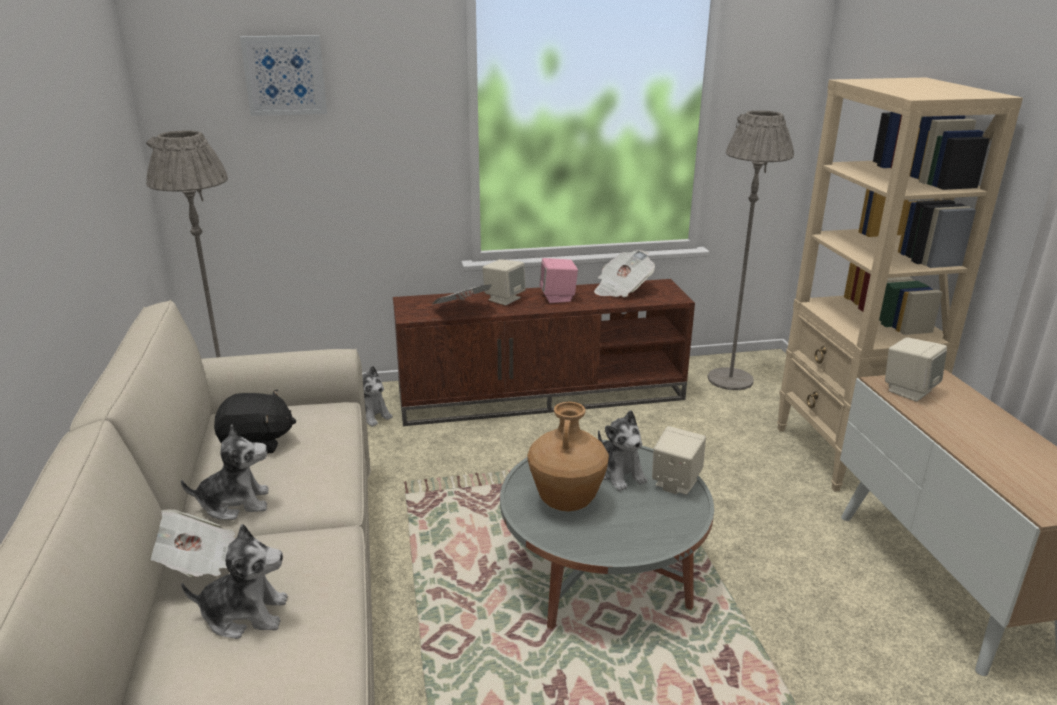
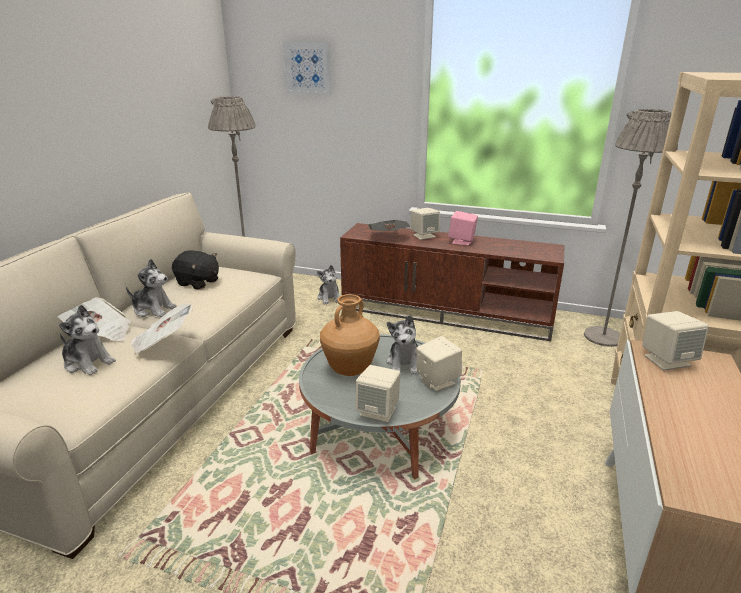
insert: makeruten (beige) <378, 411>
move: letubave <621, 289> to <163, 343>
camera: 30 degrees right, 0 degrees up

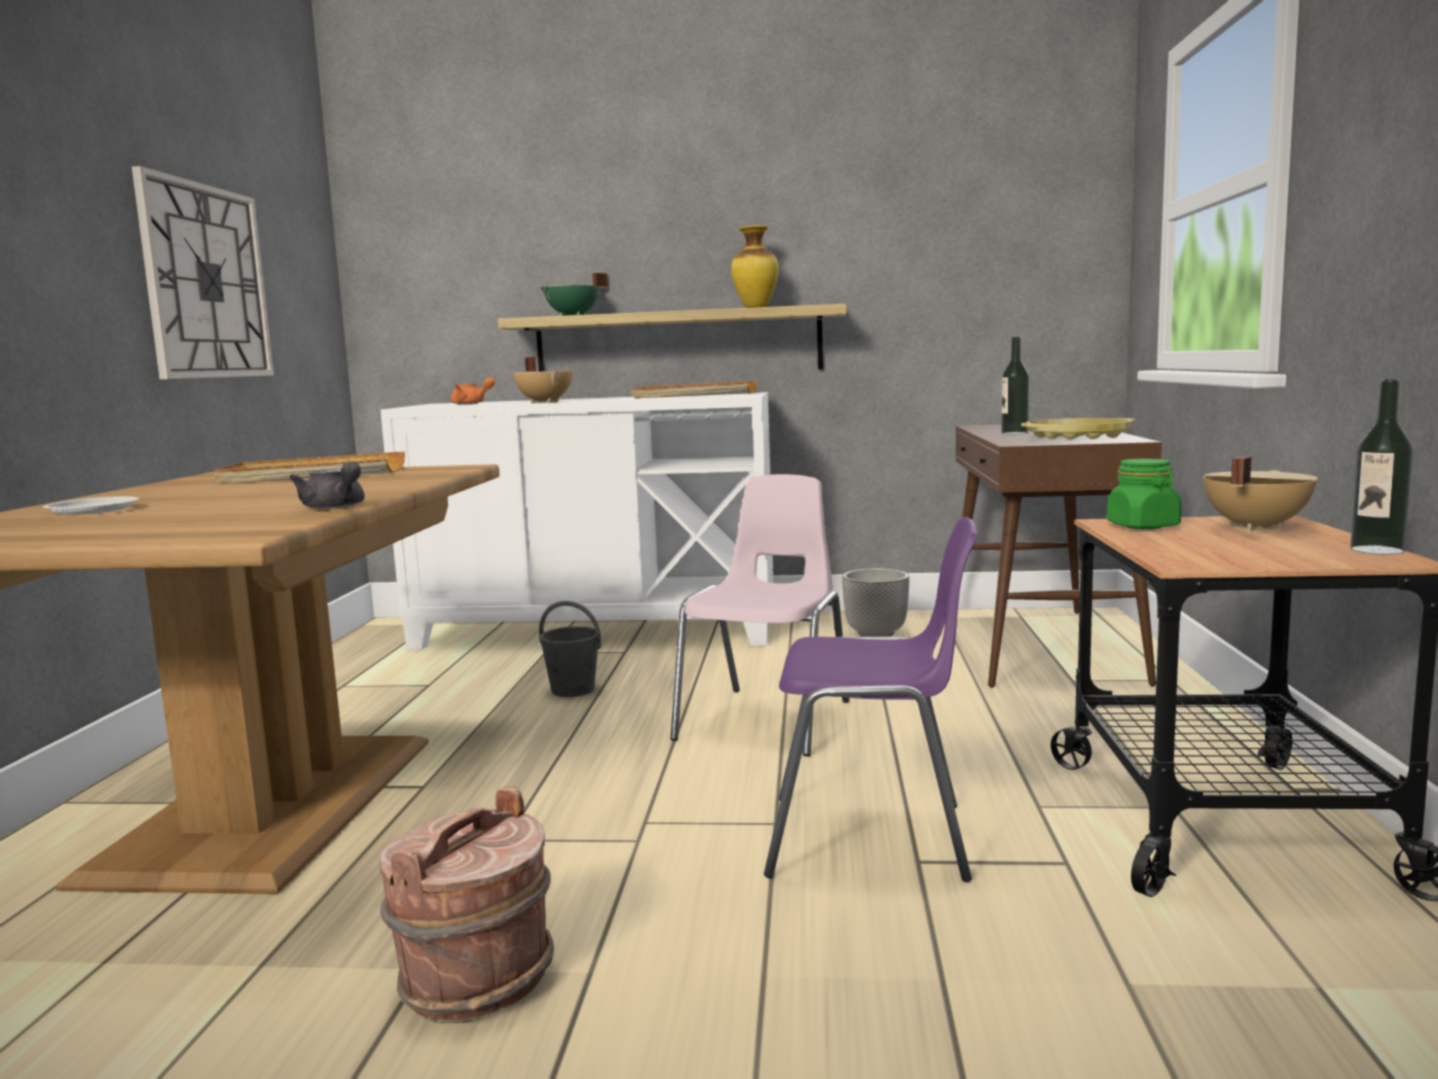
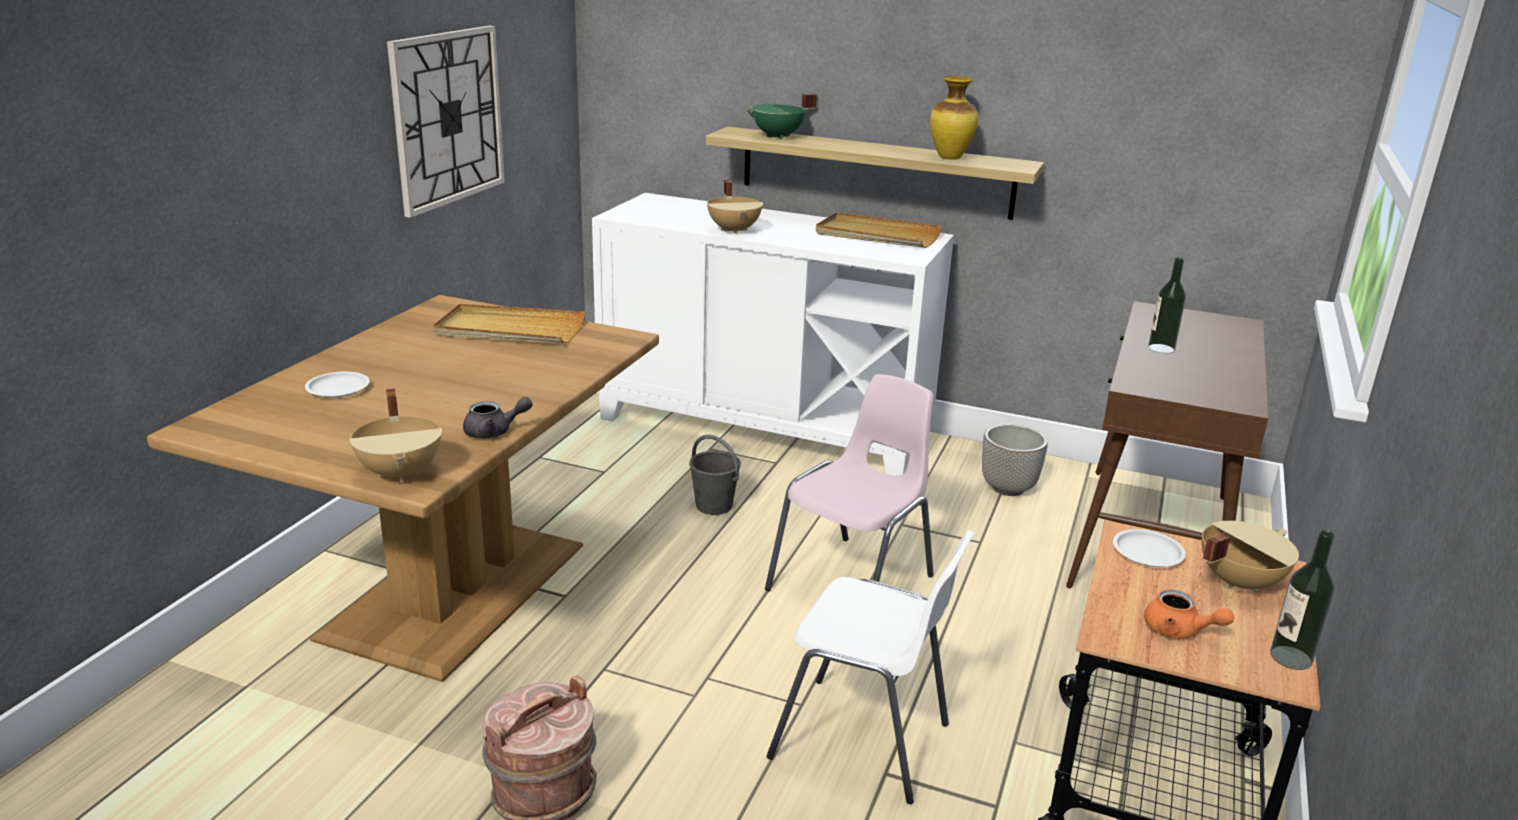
delete: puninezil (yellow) <1078, 436>
insert: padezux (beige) <402, 472>
move: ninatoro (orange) <472, 403> to <1179, 631>
replace: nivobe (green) <1143, 526> to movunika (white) <1147, 552>
recolor: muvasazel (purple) <873, 839> to muvasazel (white) <864, 742>
rotate: ninatoro (grey) <336, 507> = <494, 432> 75 degrees counterclockwise
camera: 15 degrees right, 15 degrees up

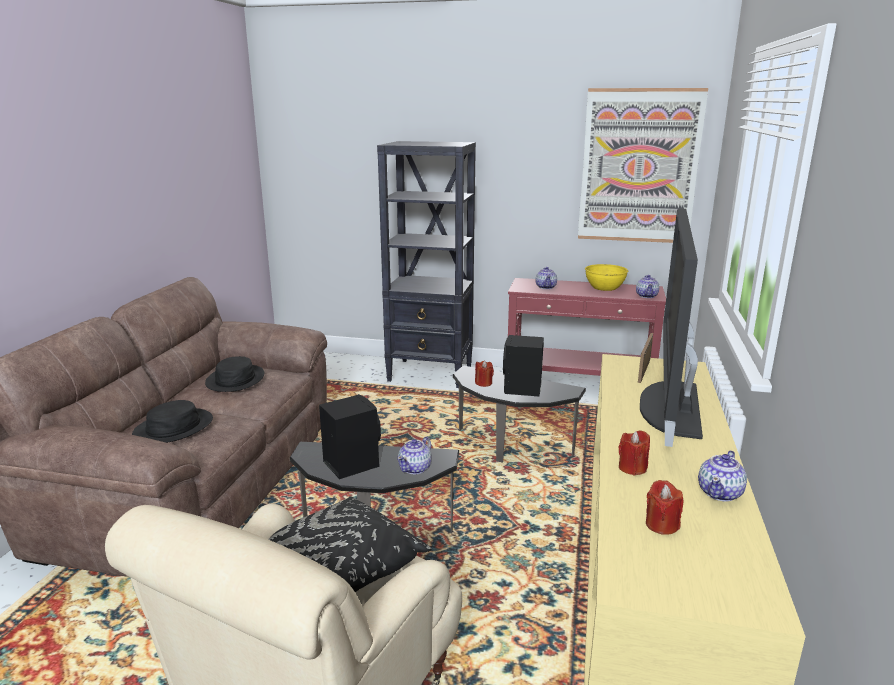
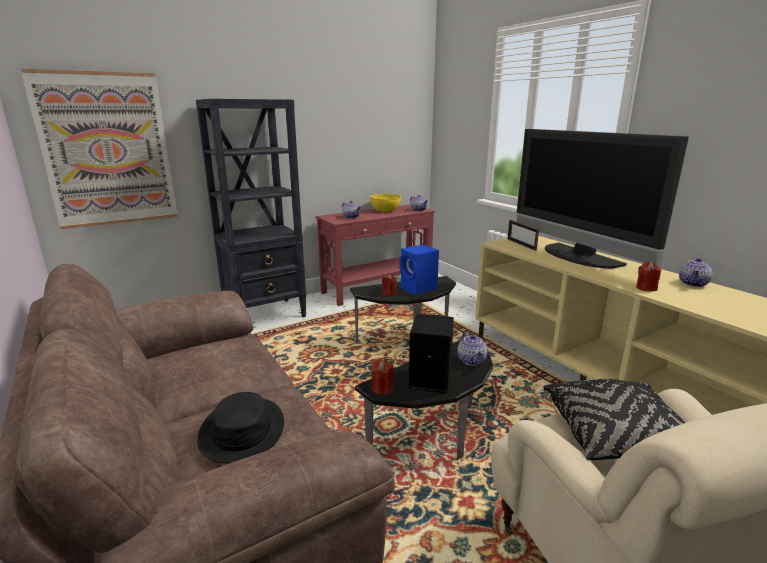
delete: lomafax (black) <235, 379>
move: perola <639, 167> to <107, 150>; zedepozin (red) <661, 525> to <382, 388>
recolor: makeruten (black) <522, 389> to makeruten (blue) <419, 289>
rotate: ninatoro <720, 493> = <693, 283> 45 degrees clockwise
camera: 45 degrees left, 0 degrees up

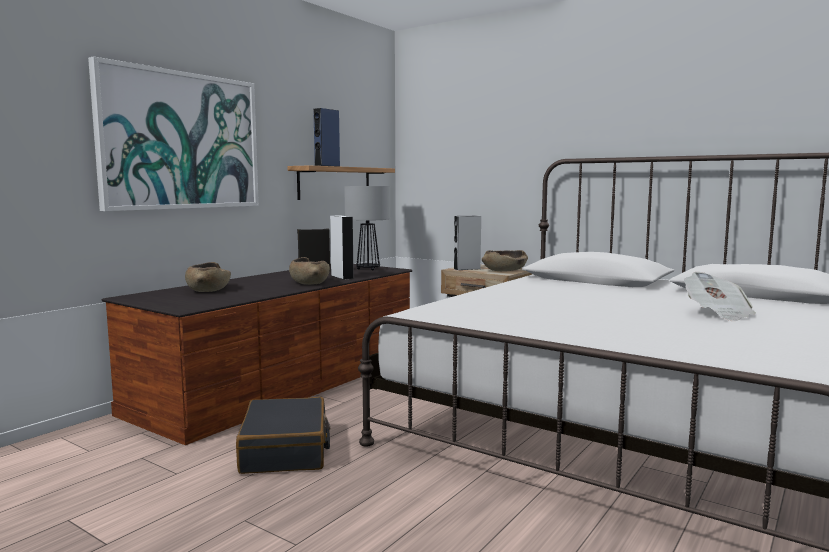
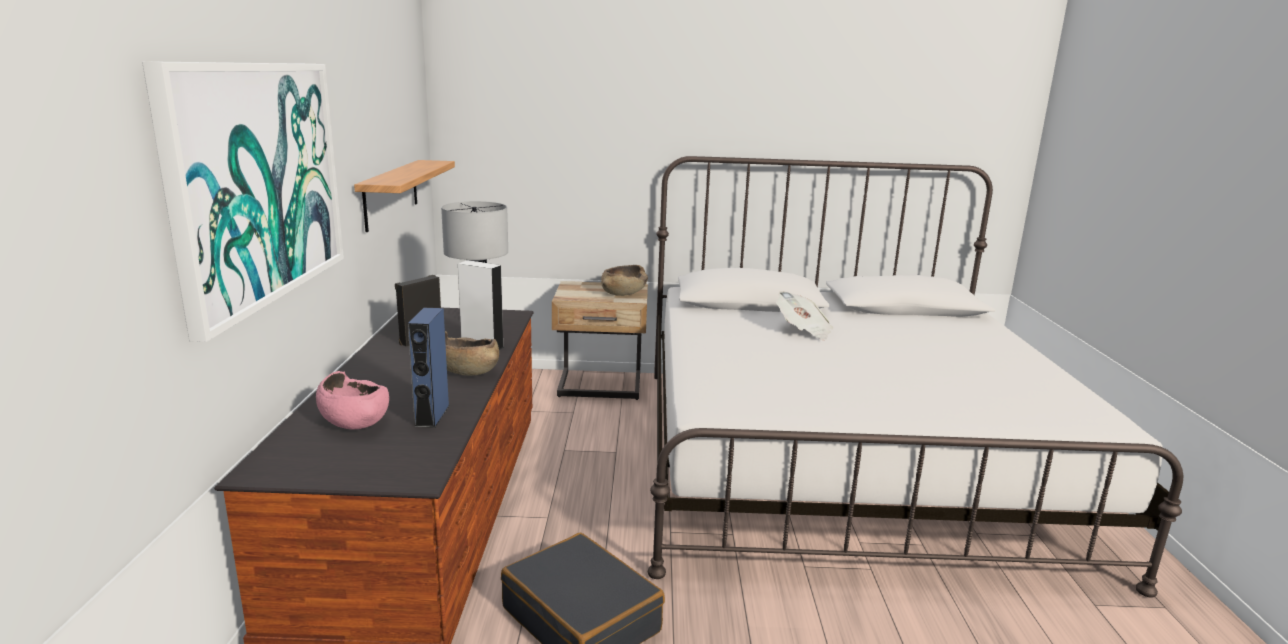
delete: makeruten (grey) <467, 269>
move: makeruten (blue) <327, 166> to <432, 415>; letubave <717, 314> to <803, 331>
recolor: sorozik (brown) <208, 289> to sorozik (pink) <354, 419>
camera: 35 degrees left, 10 degrees up

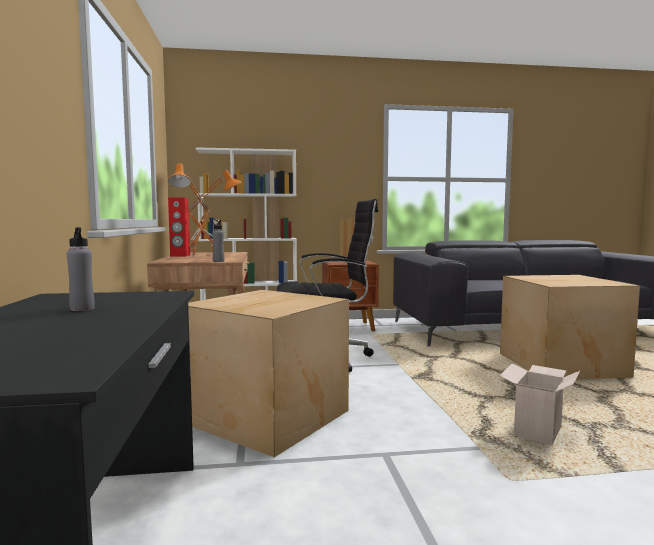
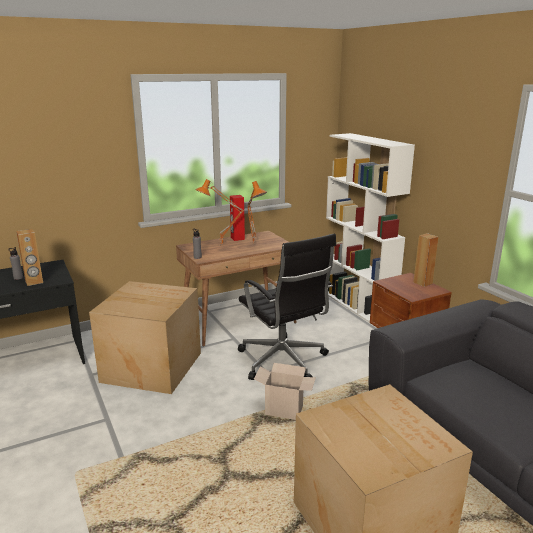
insert: makeruten (brown) <34, 282>
move: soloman <536, 431> to <285, 410>
camera: 70 degrees right, 15 degrees up

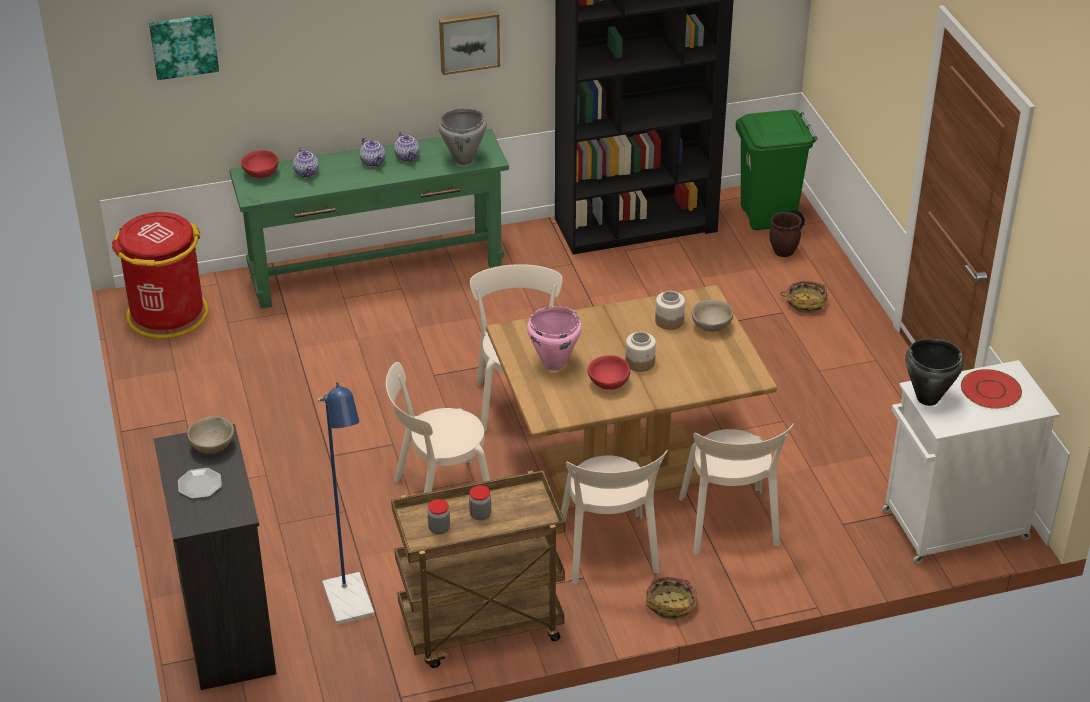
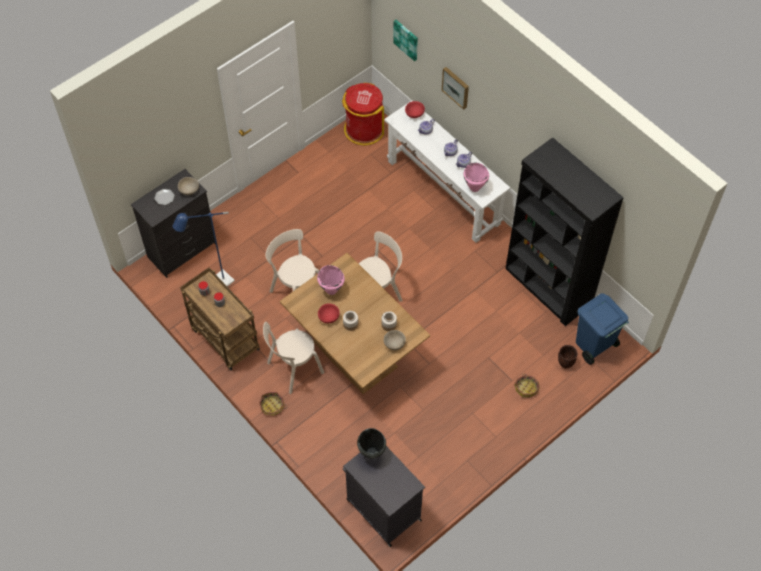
delete: muvasazel (beige) <729, 525>; movunika (red) <991, 391>
move: perola <469, 41> to <456, 87>
recolor: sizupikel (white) <952, 526> to sizupikel (black) <382, 509>; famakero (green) <376, 270> to famakero (white) <443, 192>; padezux (grey) <464, 160> to padezux (pink) <474, 188>; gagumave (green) <769, 217> to gagumave (blue) <593, 346>
camera: 65 degrees right, 20 degrees up

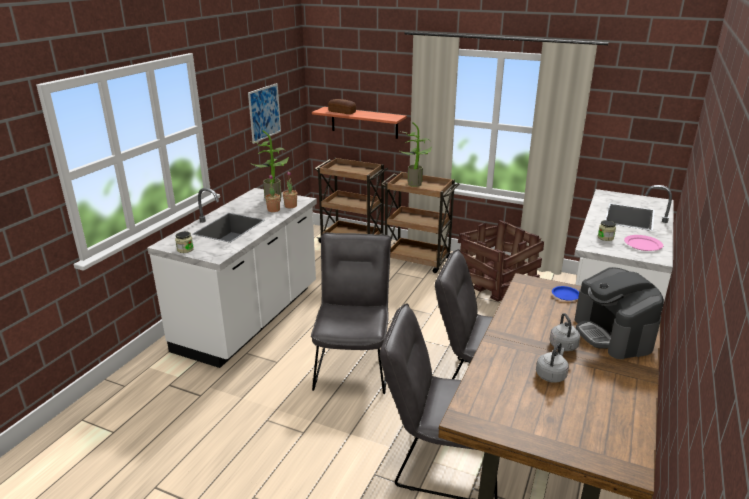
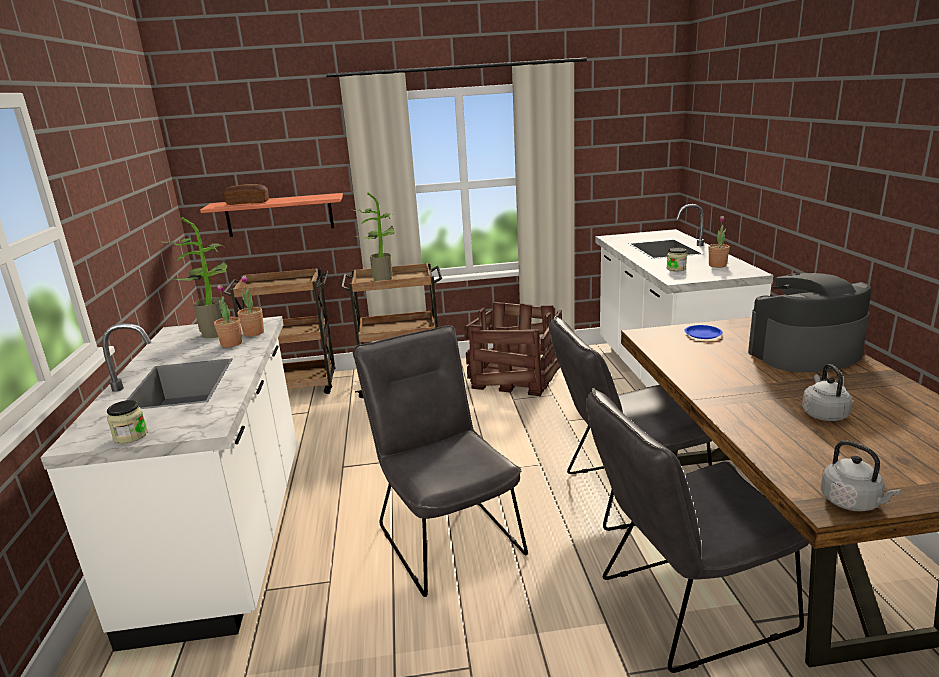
delete: perola <264, 112>
move: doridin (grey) <564, 347> to <852, 502>
replace: movunika (pink) <643, 244> to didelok <717, 265>
rotate: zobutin <613, 334> = <804, 354> 120 degrees clockwise
camera: 30 degrees left, 5 degrees down

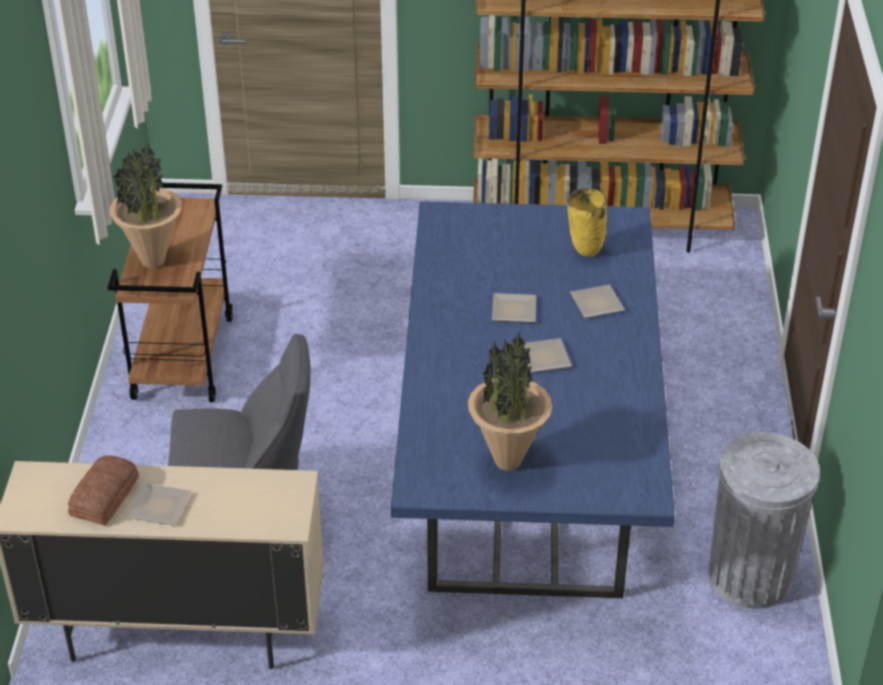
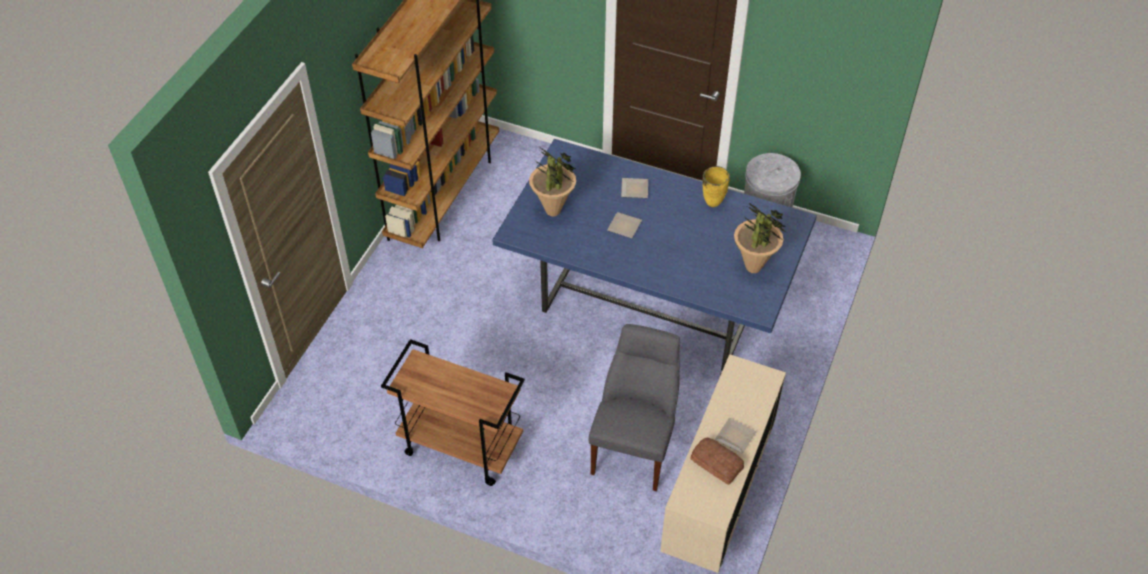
delete: movunika <543, 359>
move: didelok <153, 261> to <553, 211>; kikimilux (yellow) <584, 251> to <712, 204>
camera: 70 degrees left, 10 degrees up

